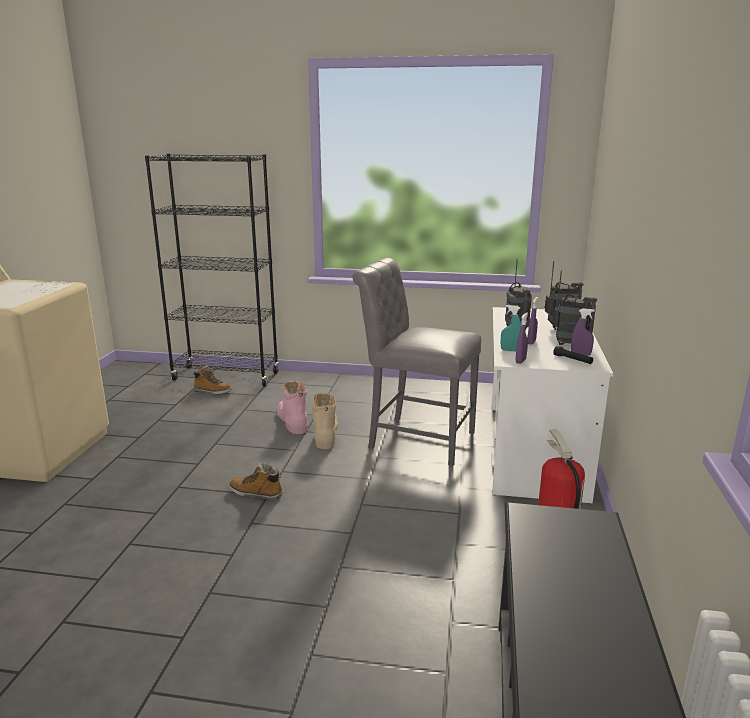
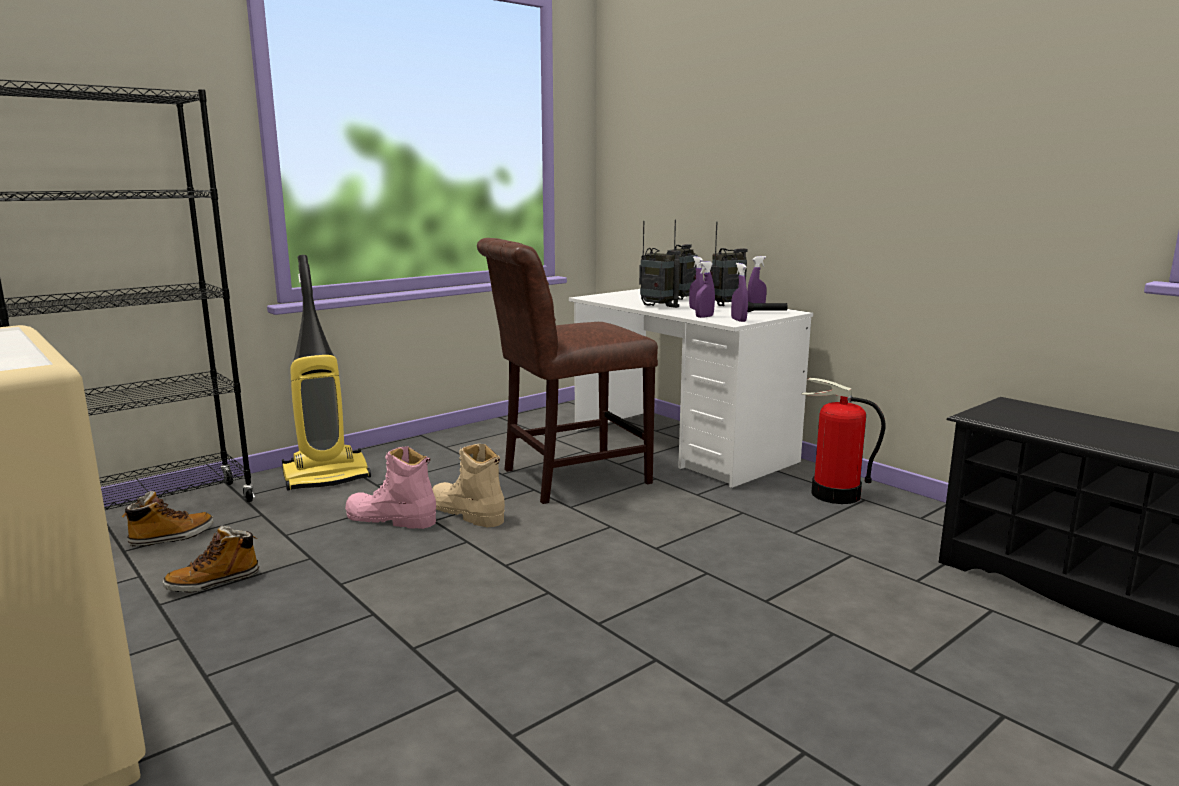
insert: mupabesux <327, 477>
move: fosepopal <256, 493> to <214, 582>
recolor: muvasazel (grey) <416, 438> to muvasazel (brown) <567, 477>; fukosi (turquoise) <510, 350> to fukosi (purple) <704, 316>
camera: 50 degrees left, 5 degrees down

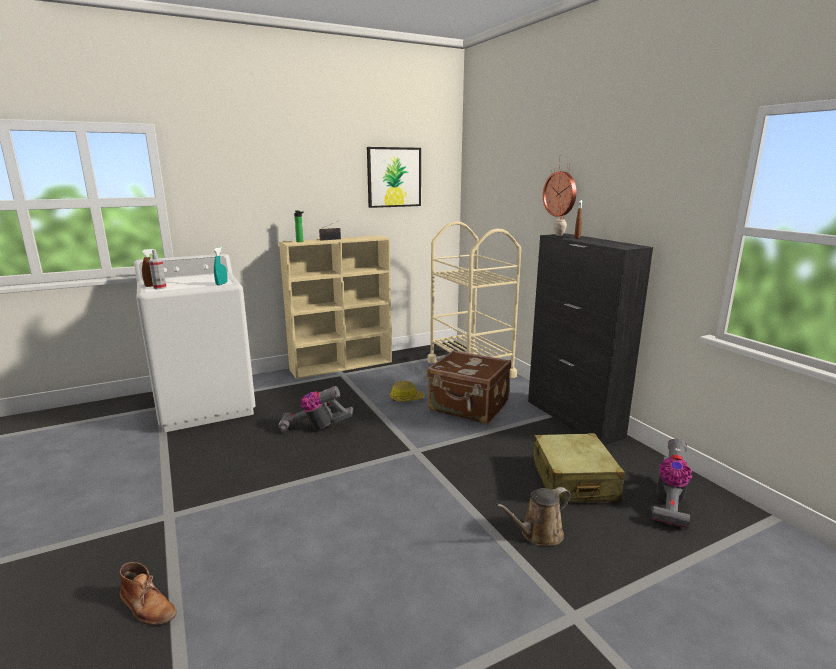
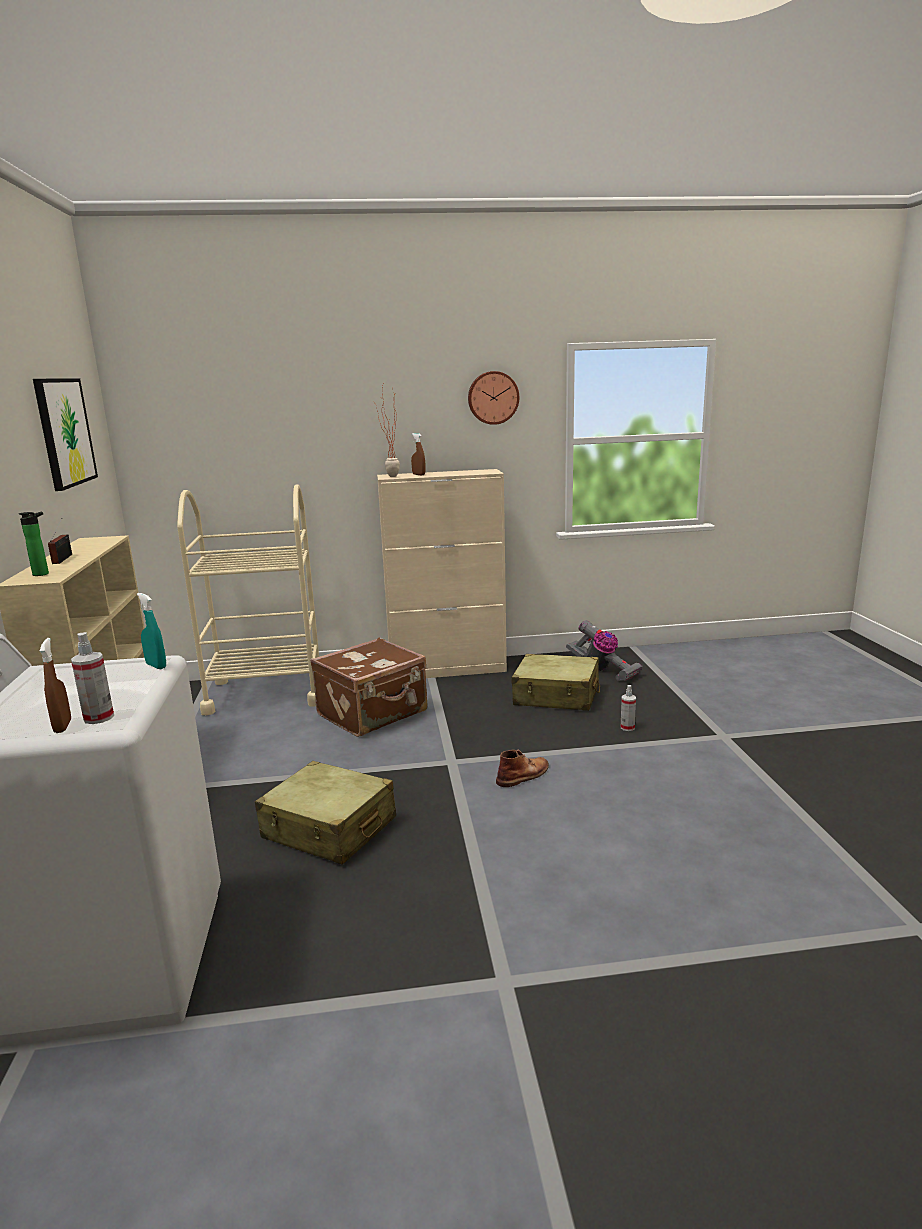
delete: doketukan <406, 398>
move: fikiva <561, 194> to <493, 398>; fosepopal (brown) <148, 606> to <524, 775>
replace: mupabesux <316, 427> to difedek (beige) <329, 829>; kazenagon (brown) <538, 534> to fukosi <627, 727>
recolor: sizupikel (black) <574, 419> to sizupikel (beige) <448, 669>
camera: 70 degrees left, 0 degrees up

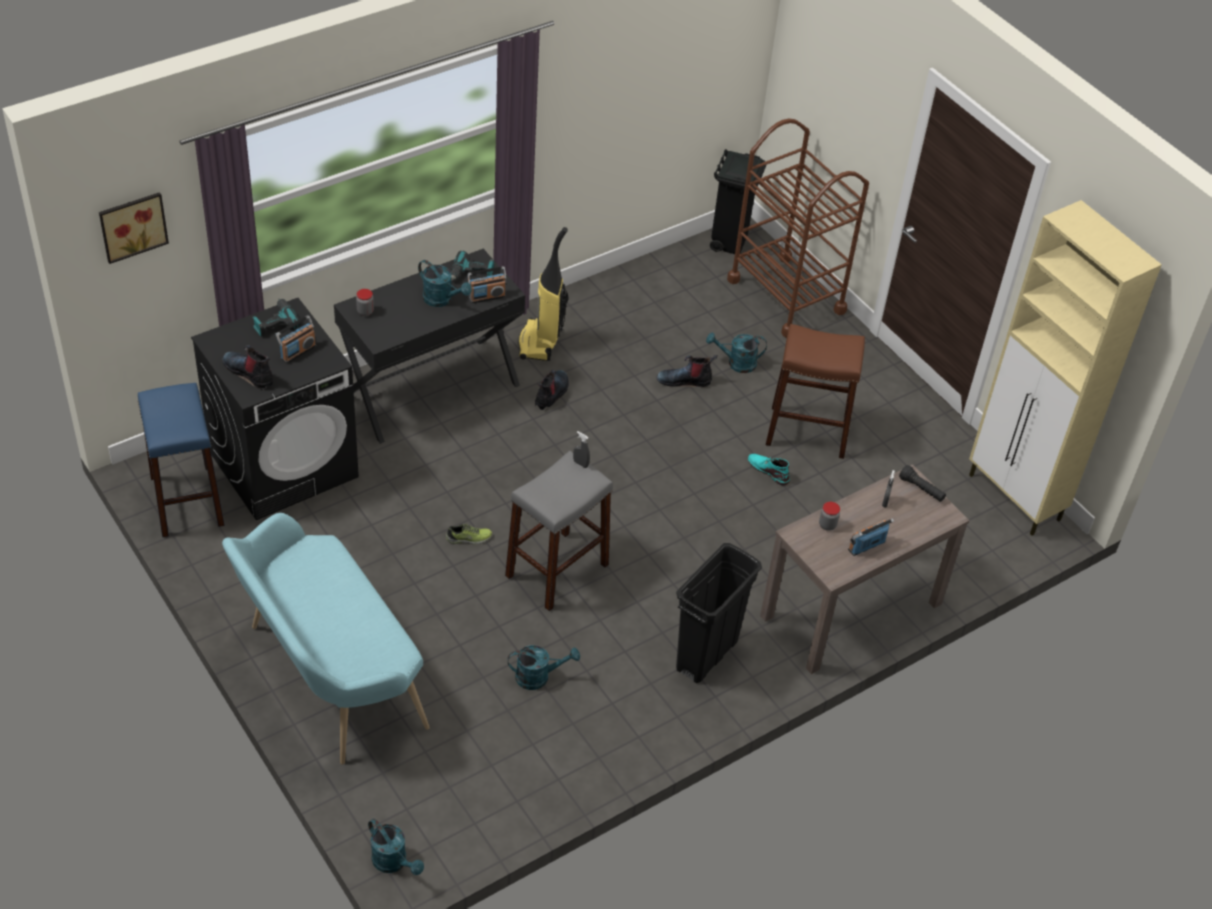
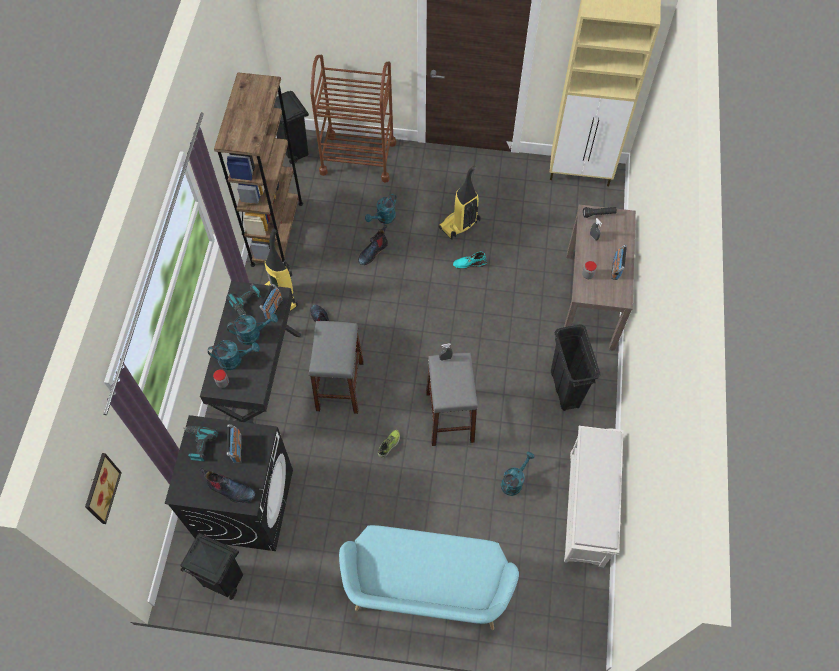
insert: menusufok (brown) <277, 233>; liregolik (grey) <340, 386>; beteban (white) <587, 509>
move: kazenagon (turquoise) <394, 862> to <235, 360>
replace: liregolik (blue) <187, 500> to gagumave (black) <224, 580>; liregolik (brown) <807, 431> to mupabesux <459, 225>
rotate: fosepopal <250, 373> = <230, 490> 150 degrees counterclockwise
camera: 45 degrees left, 15 degrees up

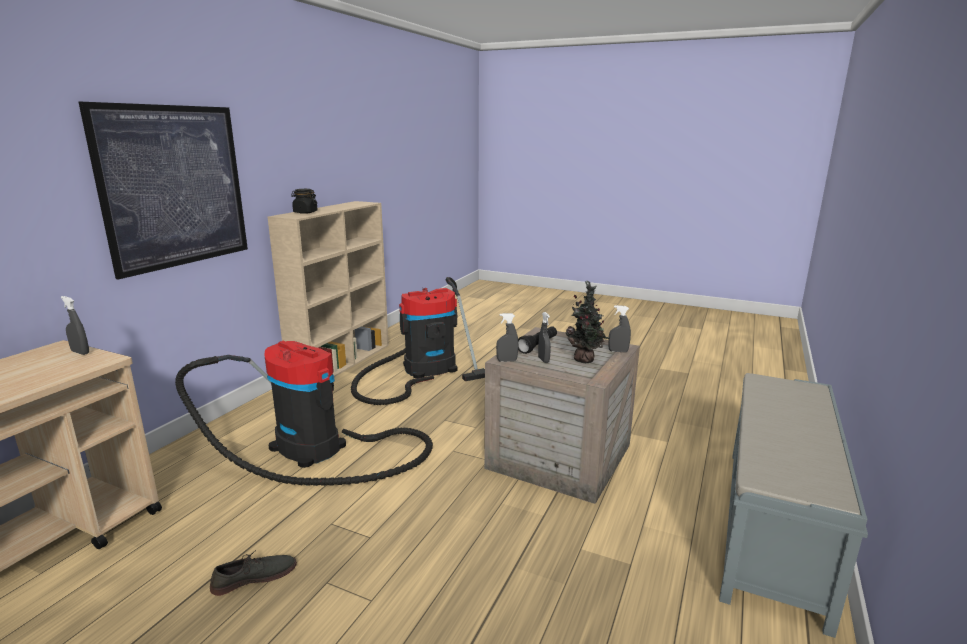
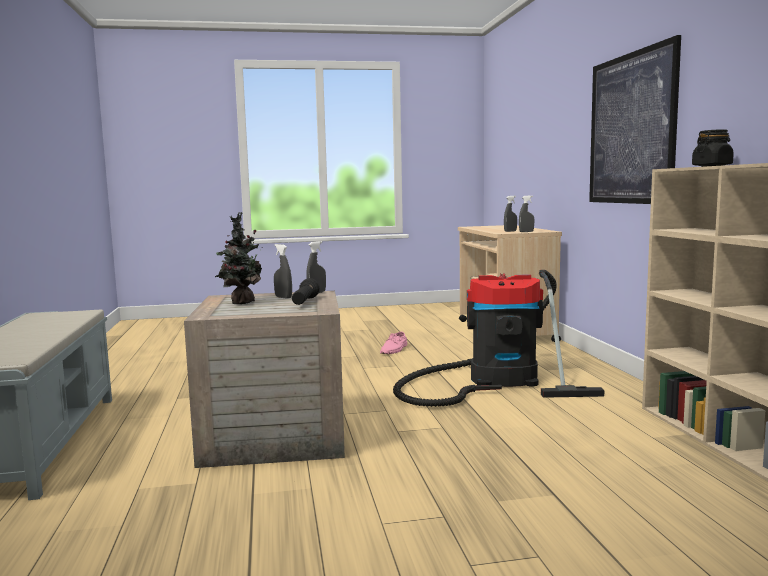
delete: mupabesux <424, 370>
move: fukosi (grey) <618, 351> to <510, 231>
recolor: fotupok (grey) <254, 577> to fotupok (pink) <394, 349>
camera: 145 degrees right, 10 degrees down

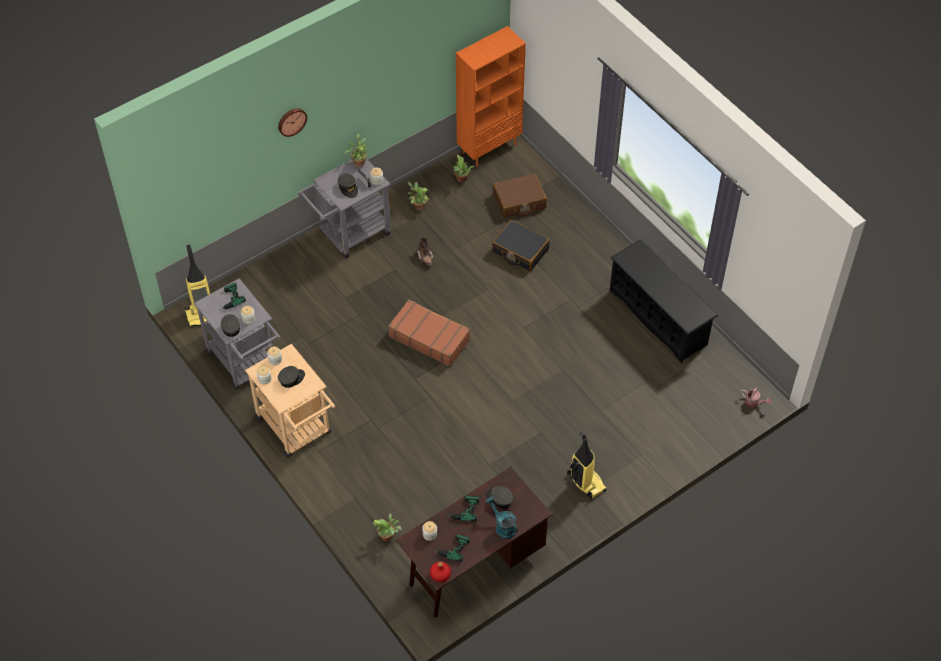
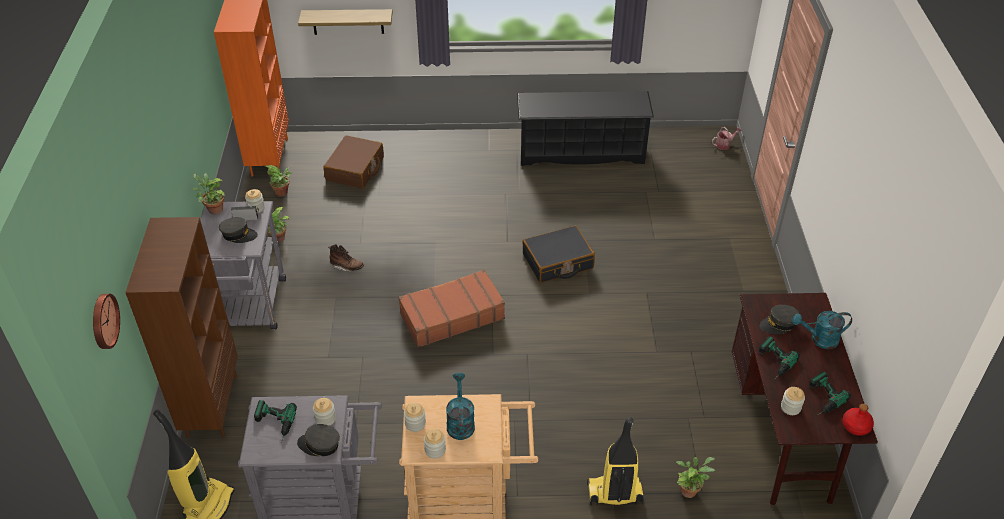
insert: menusufok (brown) <211, 405>; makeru <348, 21>
move: fikiva <291, 121> to <103, 321>; difedek (black) <520, 251> to <557, 262>; mupabesux <585, 482> to <614, 494>
replace: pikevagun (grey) <291, 379> to kazenagon (turquoise) <460, 422>
camera: 55 degrees left, 10 degrees down

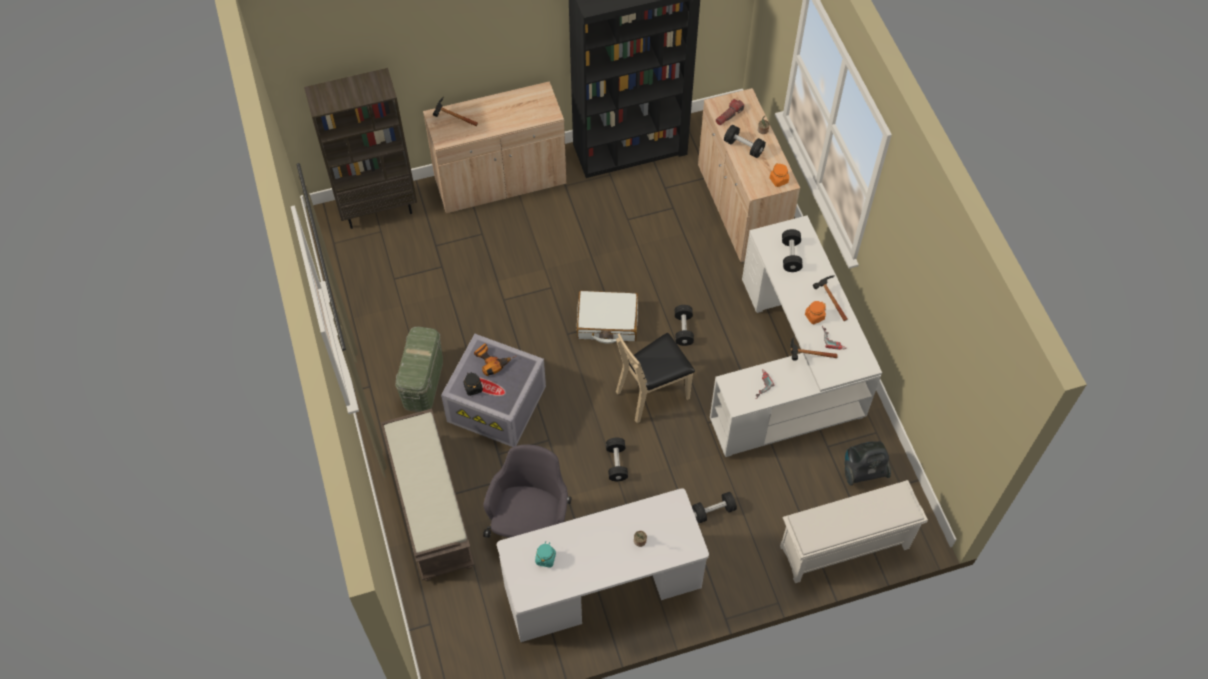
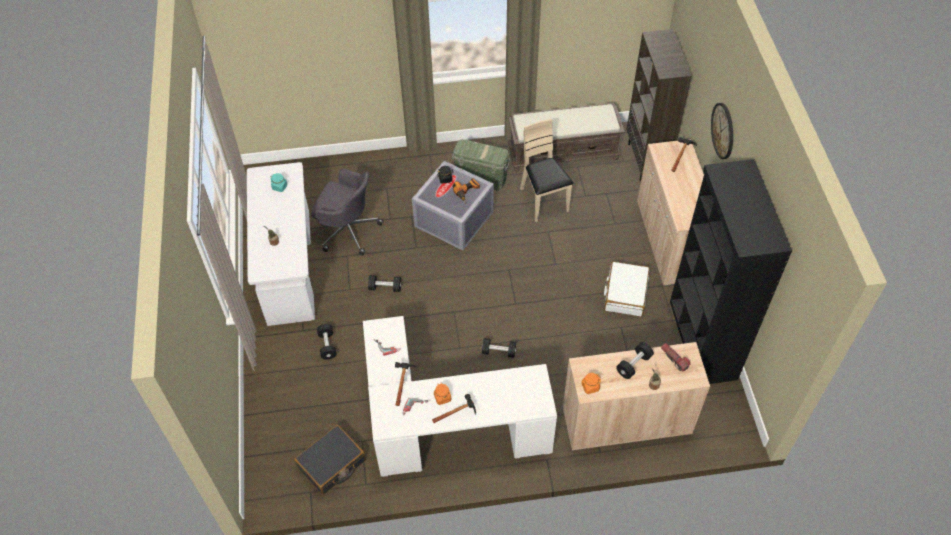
delete: beteban (white) <843, 548>; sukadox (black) <791, 256>
insert: fikiva <723, 130>
move: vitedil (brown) <429, 506> to <564, 152>; muvasazel (beige) <652, 393> to <543, 201>; difedek (white) <607, 322> to <625, 293>
replace: mupabesux <862, 471> to difedek (black) <332, 464>
camera: 100 degrees right, 5 degrees down

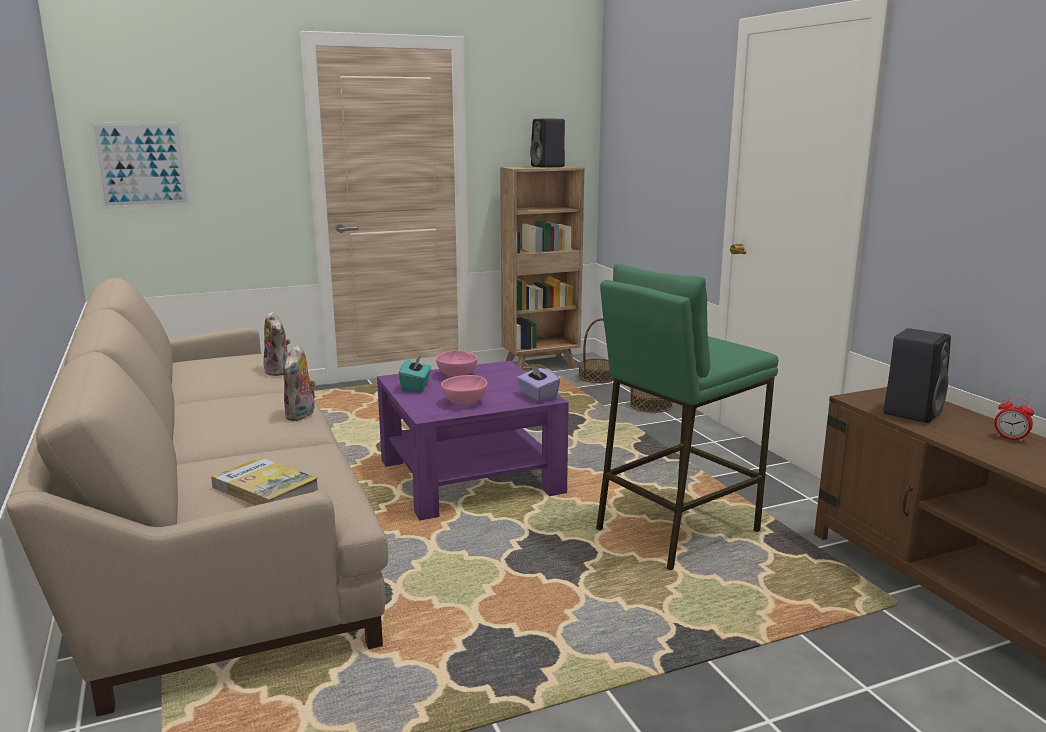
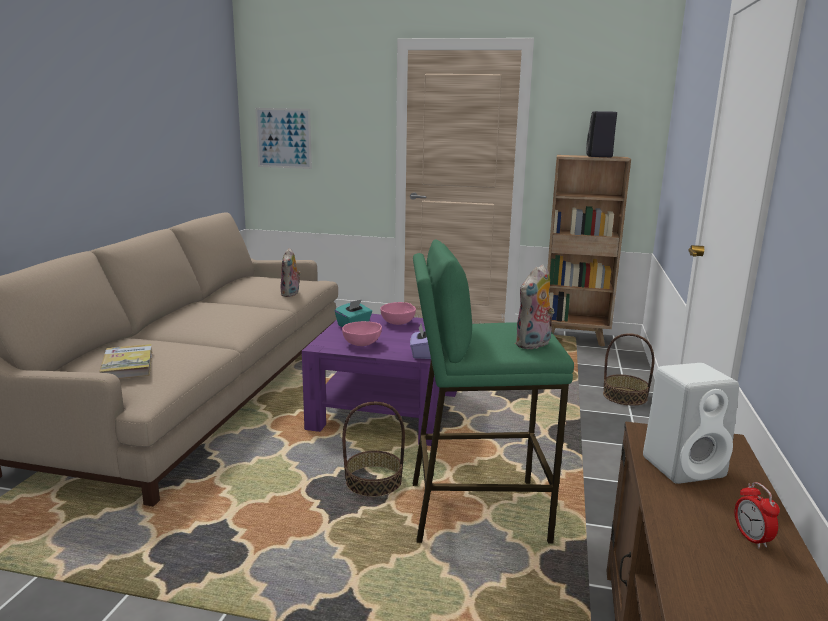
move: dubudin <597, 377> to <373, 482>; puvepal <301, 415> to <534, 344>
recolor: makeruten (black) <912, 412> to makeruten (white) <685, 466>
camera: 35 degrees right, 0 degrees up

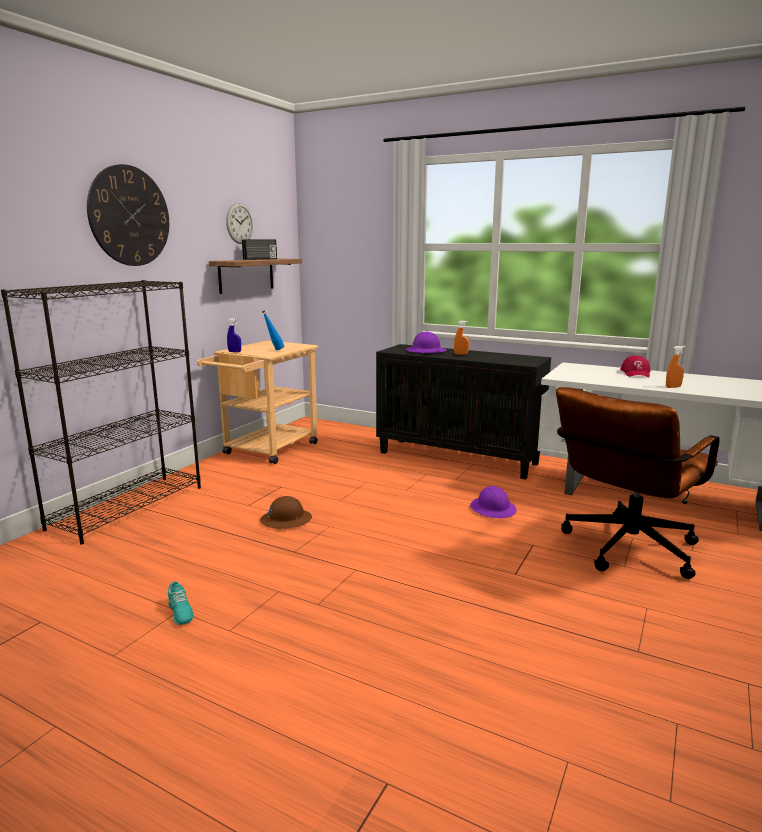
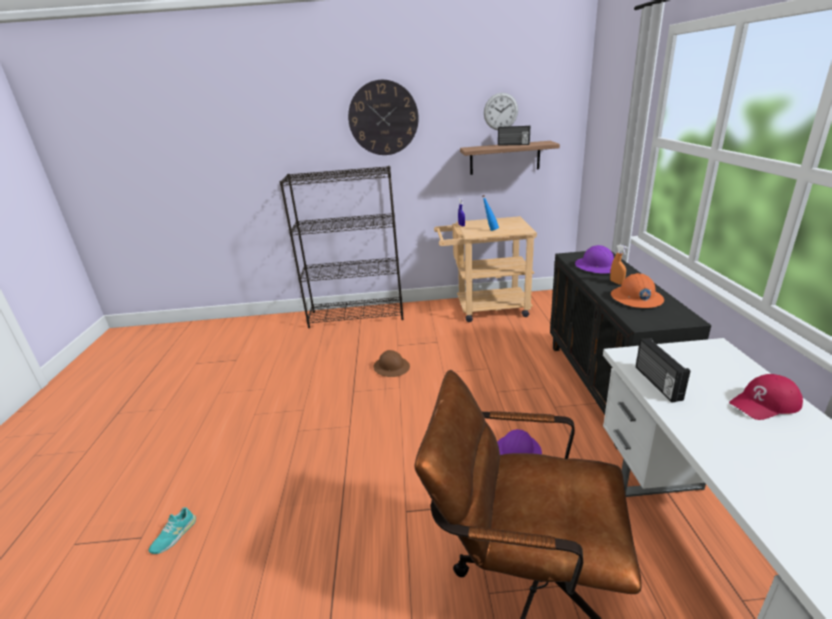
delete: fukosi (orange) <673, 387>
insert: doketukan (orange) <636, 298>; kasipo <656, 383>
move: fotupok (turquoise) <180, 611> to <174, 535>
camera: 60 degrees right, 10 degrees up

